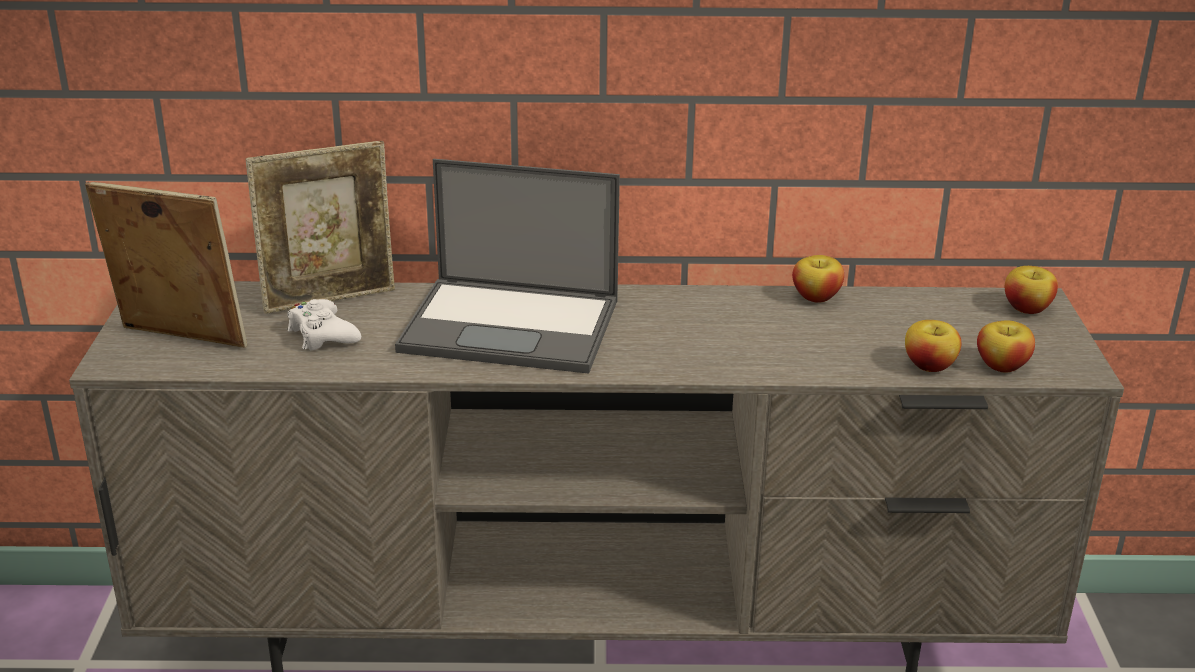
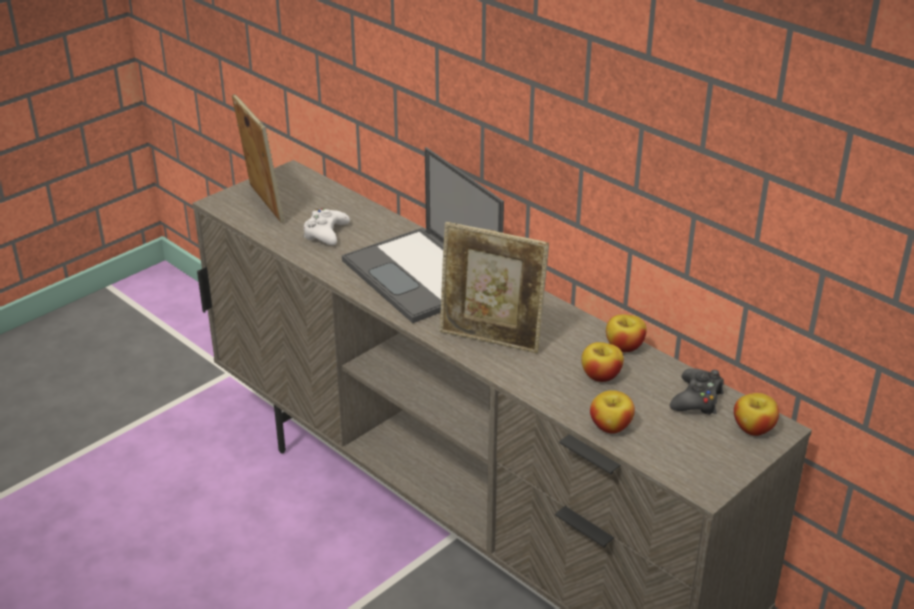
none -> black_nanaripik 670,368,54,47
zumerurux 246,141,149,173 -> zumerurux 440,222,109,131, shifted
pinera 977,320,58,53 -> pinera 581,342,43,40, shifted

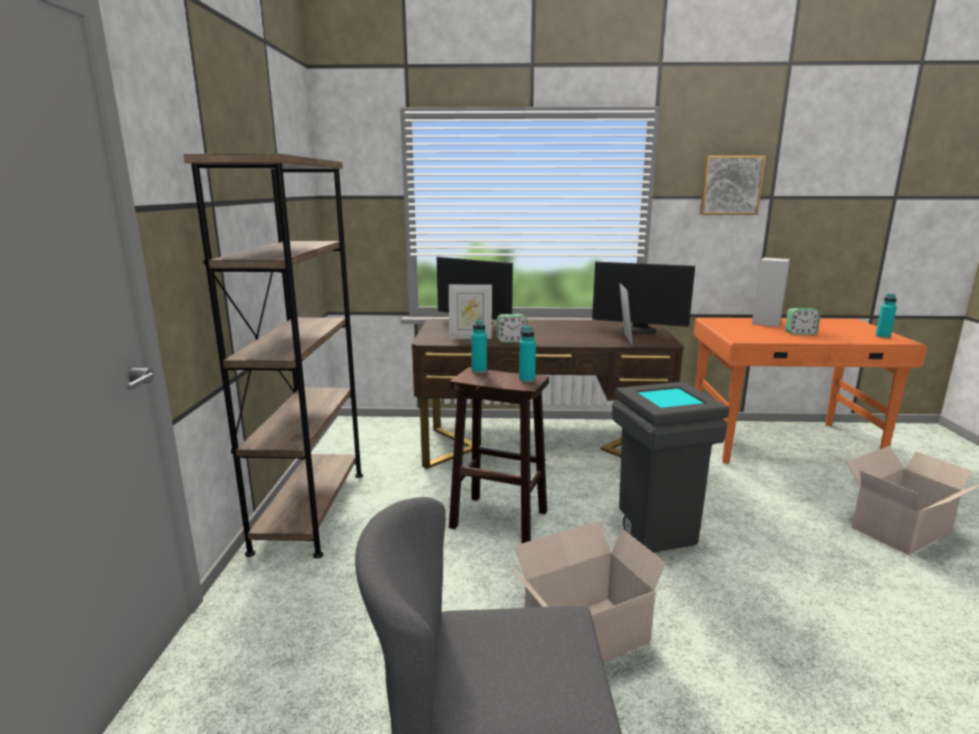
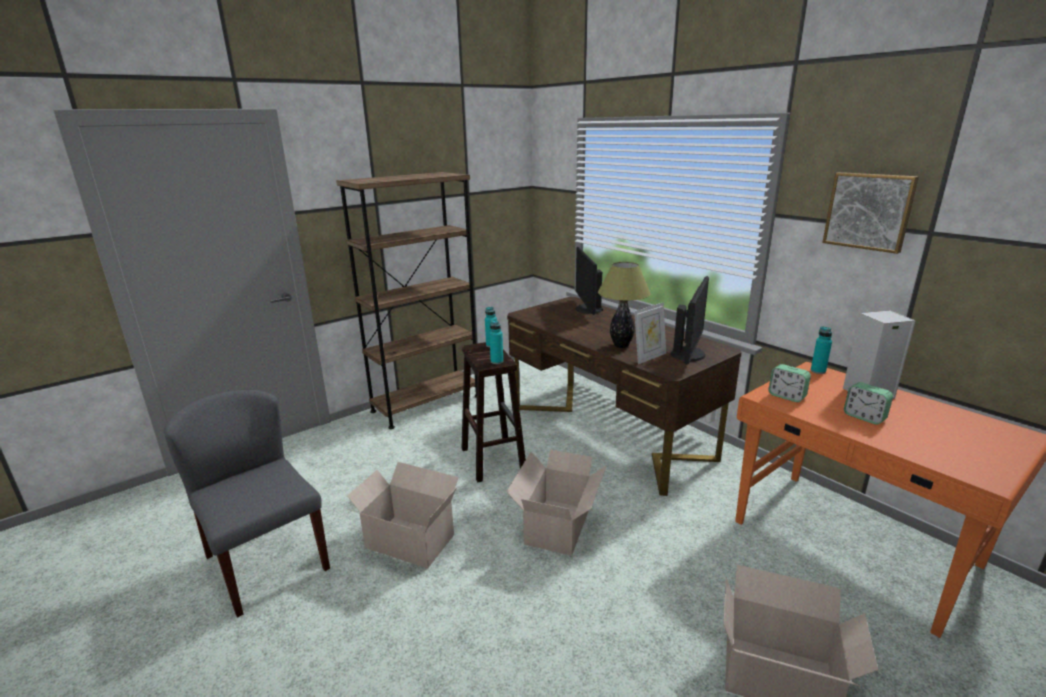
zumerurux 449,284,43,55 -> none
none -> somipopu 598,262,53,86
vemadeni 497,314,30,29 -> vemadeni 768,364,43,38, shifted
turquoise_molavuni 875,294,22,44 -> turquoise_molavuni 811,326,21,48, shifted
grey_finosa 612,382,117,170 -> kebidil 507,449,100,107
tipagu 592,262,103,73 -> tipagu 671,276,38,89, 135 degrees counterclockwise

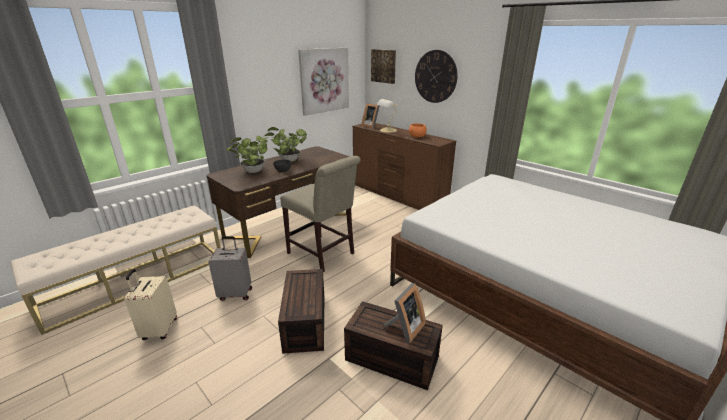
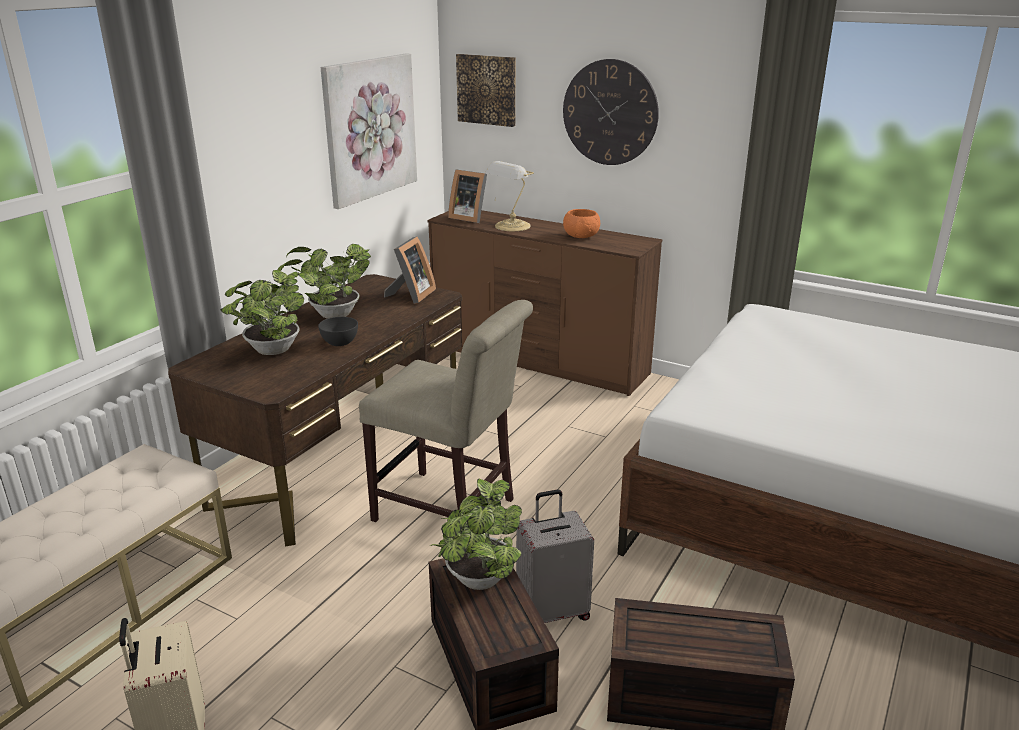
none -> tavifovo 430,479,92,111
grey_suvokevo 209,236,43,65 -> grey_suvokevo 516,489,78,134, shifted
zumerurux 383,283,43,60 -> zumerurux 384,236,52,68, shifted

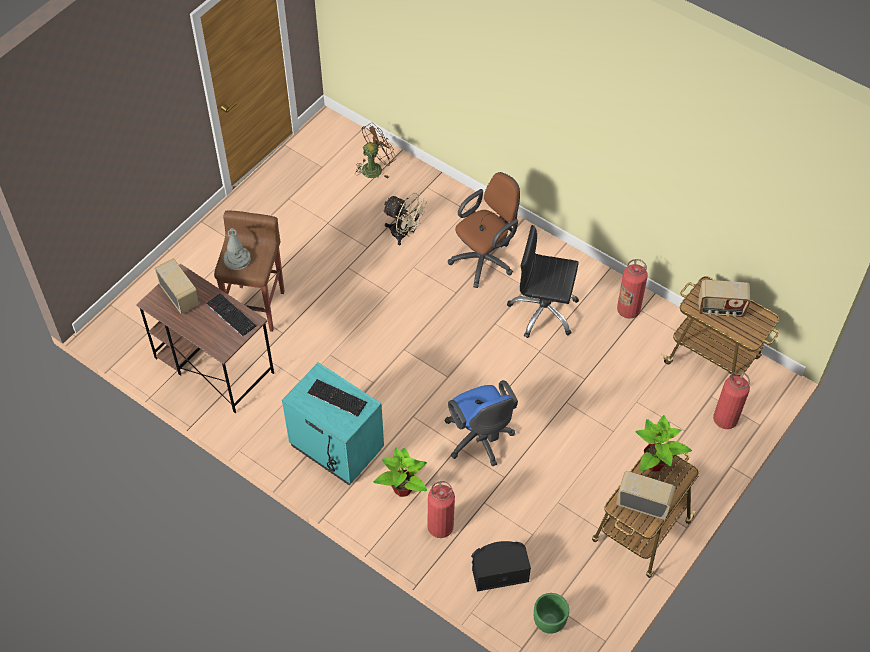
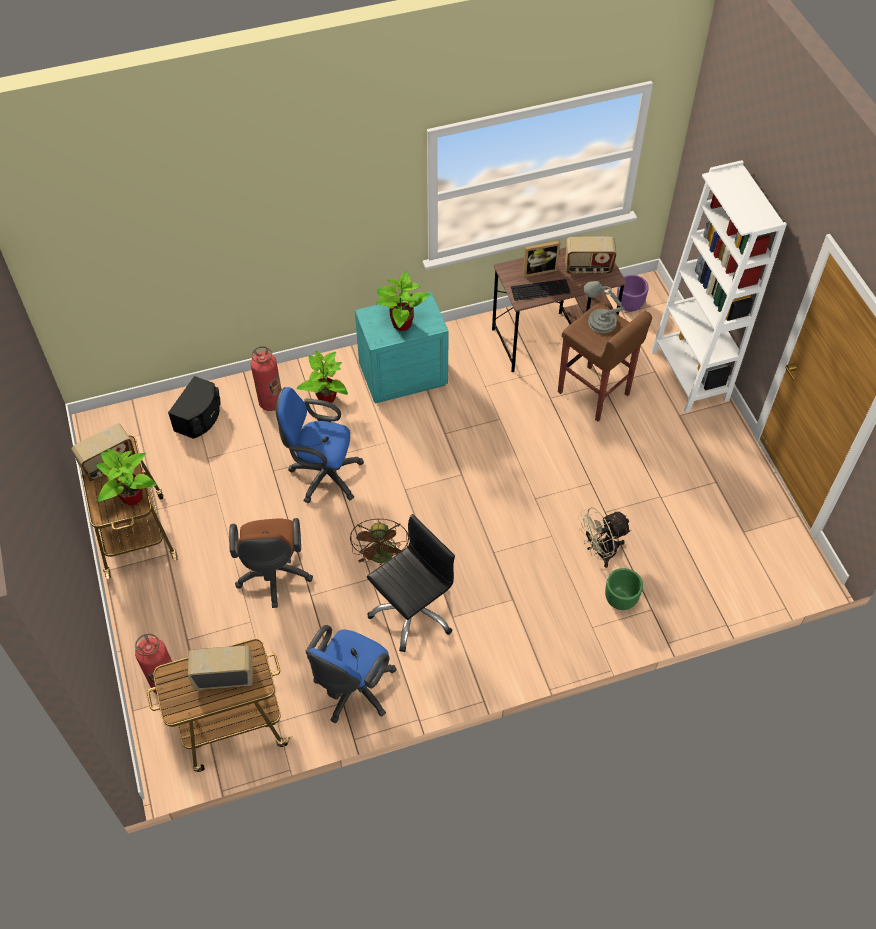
none -> zumerurux 523,241,37,36
none -> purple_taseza 617,275,32,37
none -> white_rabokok 651,160,136,253
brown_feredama 356,123,40,55 -> brown_feredama 350,518,59,47, shifted
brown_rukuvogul 448,172,72,116 -> brown_rukuvogul 229,518,84,90, shifted
green_taseza 534,593,35,41 -> green_taseza 605,568,38,42, shifted
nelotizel 307,379,60,38 -> tavifovo 376,271,55,60
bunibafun 617,259,31,60 -> blue_rukuvogul 306,625,91,98
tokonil 699,280,52,37 -> tokonil 188,645,65,45, 45 degrees clockwise

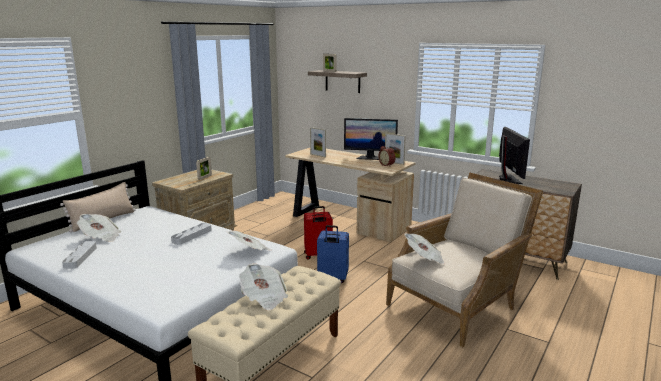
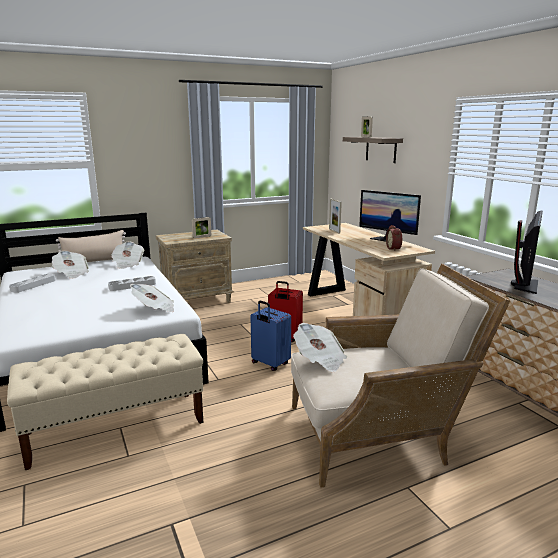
zumerurux 385,133,21,32 -> none
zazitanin 239,263,49,48 -> zazitanin 111,242,34,27, shifted

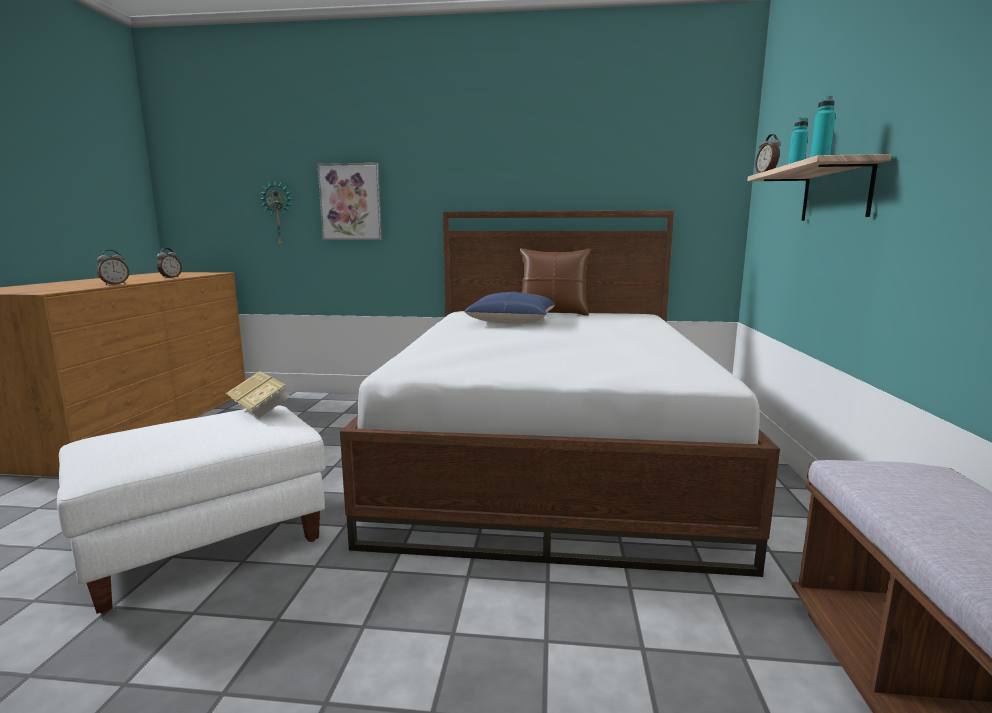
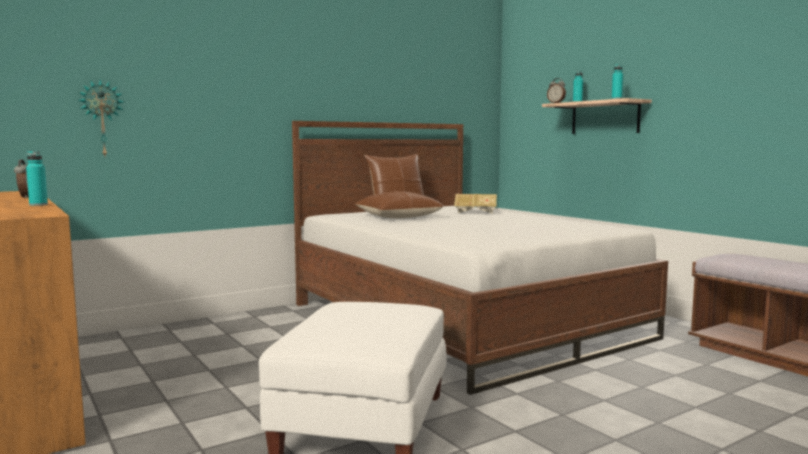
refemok 318,163,64,77 -> none
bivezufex 226,371,64,49 -> bivezufex 454,194,43,20, shifted
vemadeni 97,250,32,35 -> turquoise_molavuni 26,151,22,55
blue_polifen 464,292,91,32 -> brown_polifen 355,191,89,27

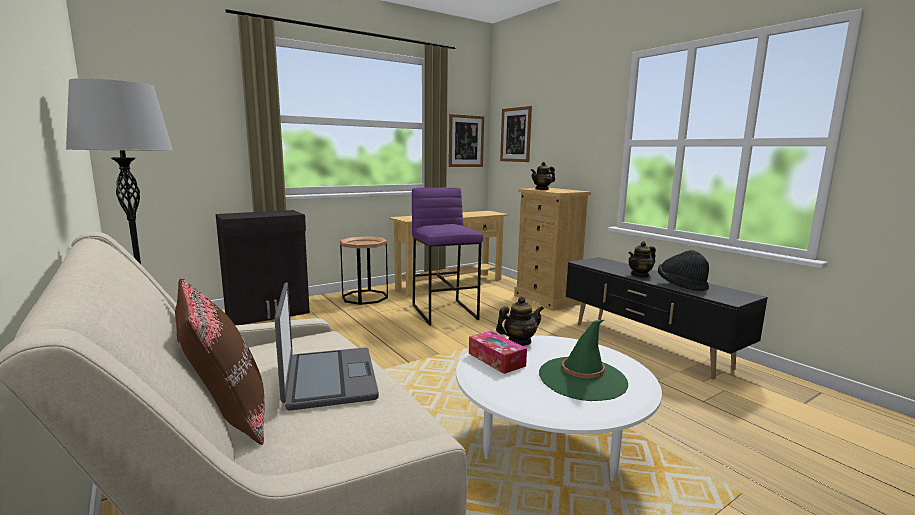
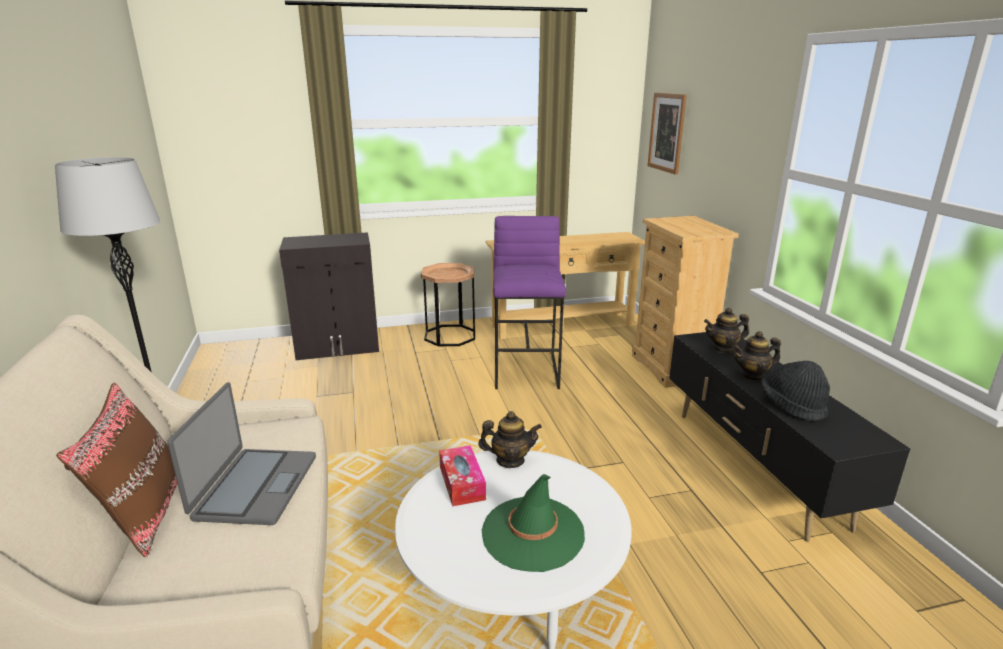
refemok 449,114,35,53 -> none
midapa 531,162,24,28 -> midapa 704,308,45,45, shifted

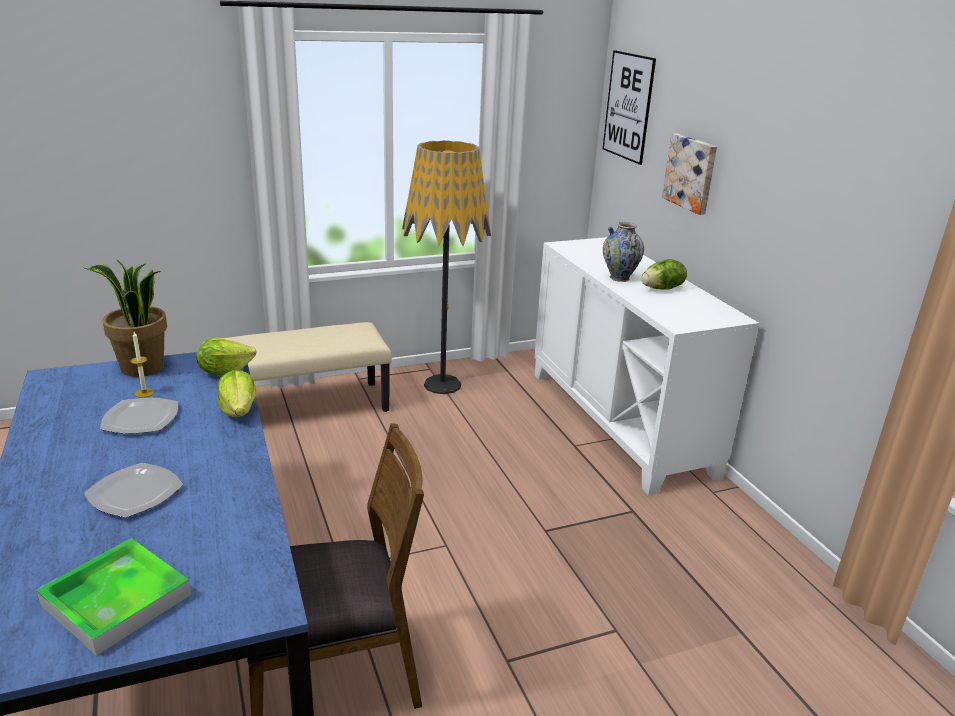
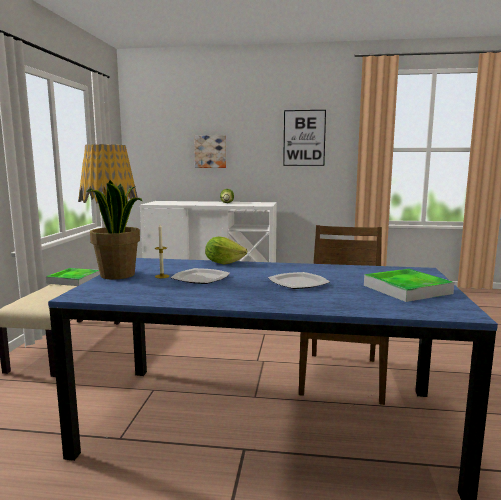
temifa 197,338,59,38 -> none
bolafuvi 603,222,41,60 -> none
none -> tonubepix 46,268,54,18
refemok 603,50,53,115 -> refemok 283,110,43,56, shifted

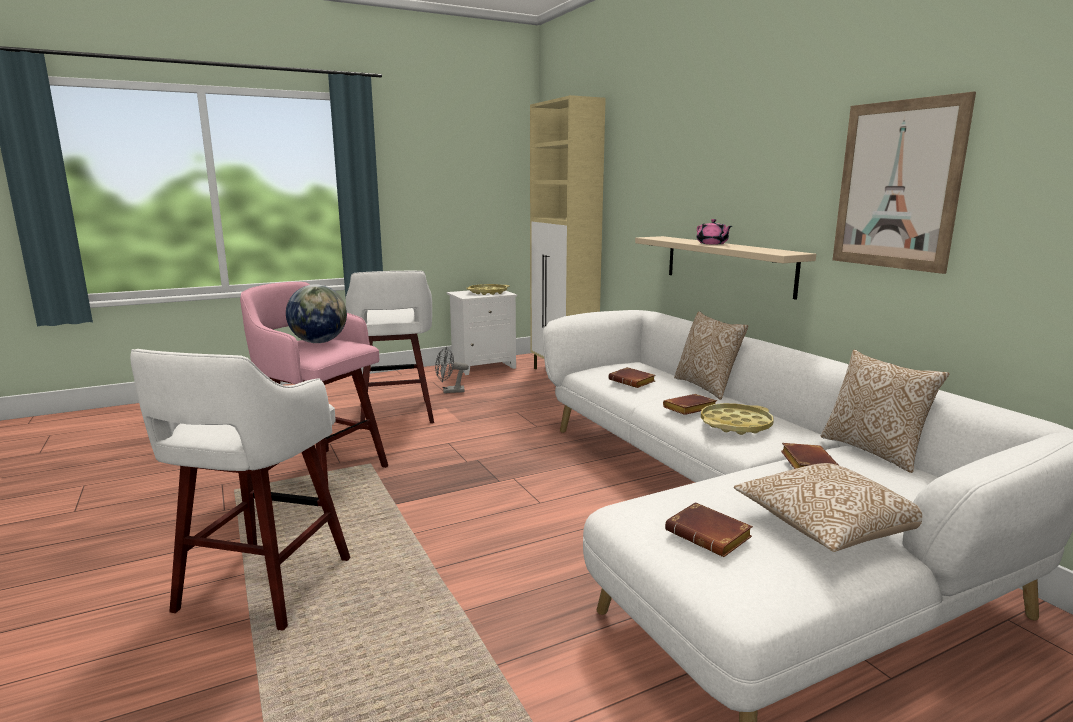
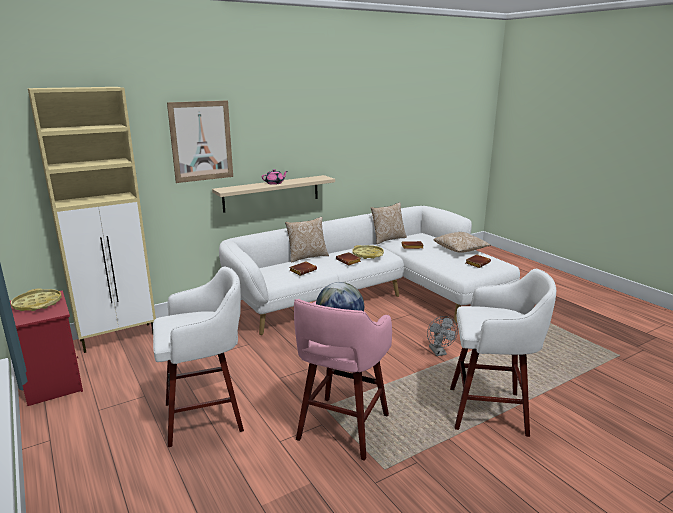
grey_feredama 435,346,34,47 -> grey_feredama 427,316,31,40, shifted
refemok 833,92,143,182 -> refemok 167,100,66,83, shifted
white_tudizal 447,290,70,85 -> red_tudizal 10,290,73,116

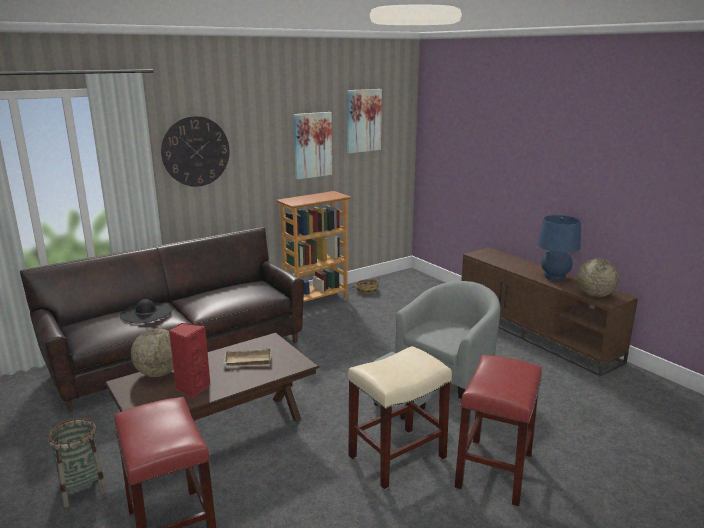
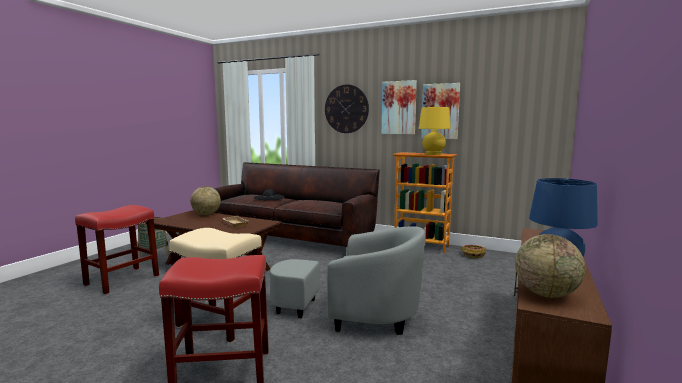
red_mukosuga 169,323,41,75 -> none
none -> yellow_somipopu 419,105,32,50
refemok 347,89,35,64 -> refemok 382,80,35,54, shifted

